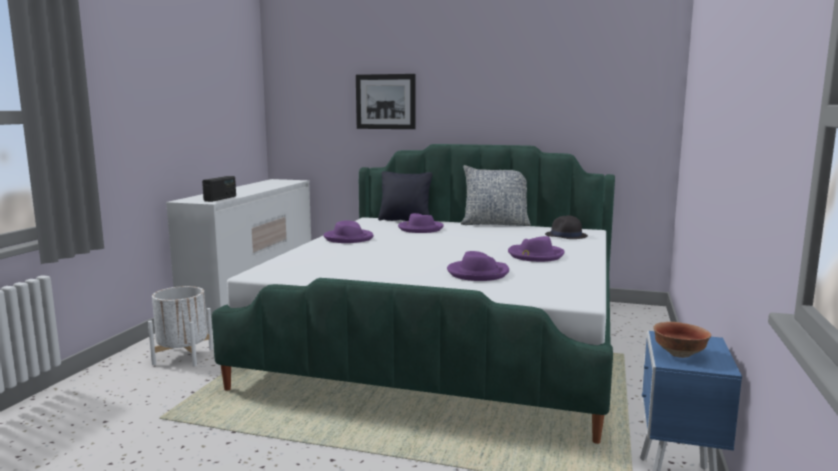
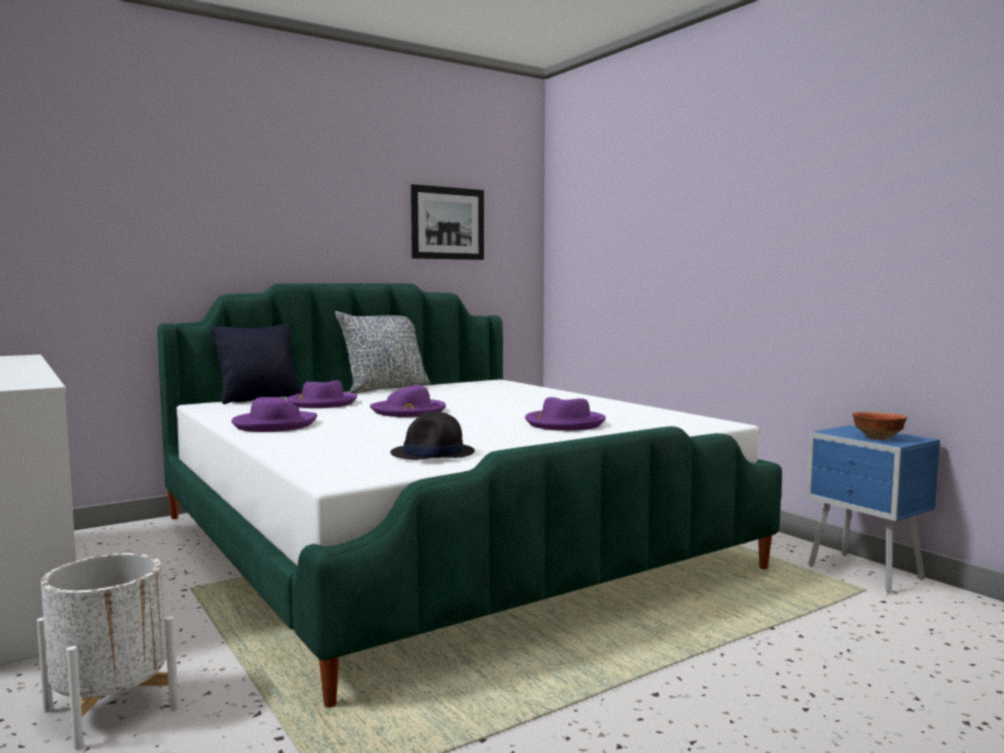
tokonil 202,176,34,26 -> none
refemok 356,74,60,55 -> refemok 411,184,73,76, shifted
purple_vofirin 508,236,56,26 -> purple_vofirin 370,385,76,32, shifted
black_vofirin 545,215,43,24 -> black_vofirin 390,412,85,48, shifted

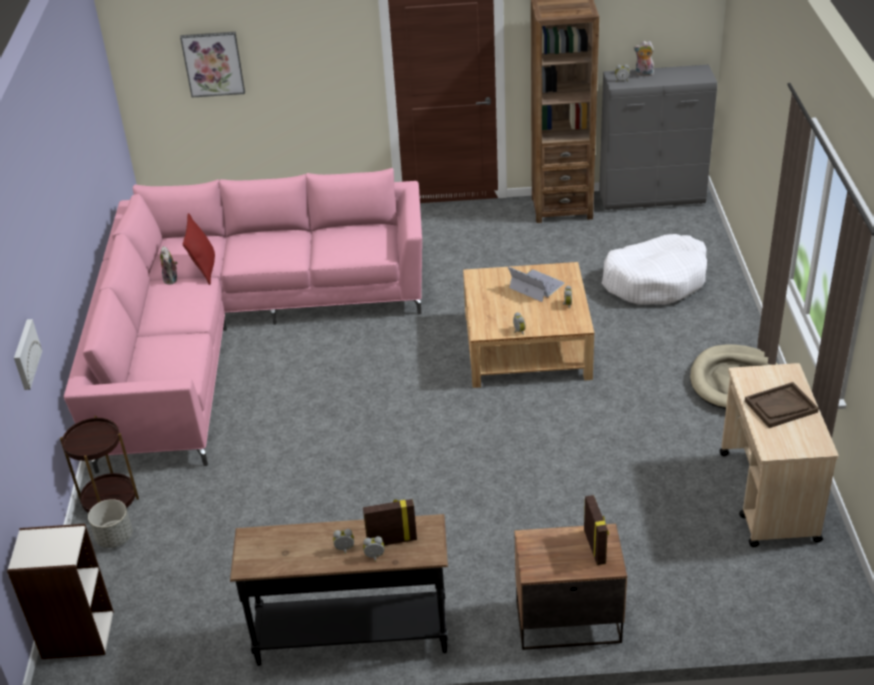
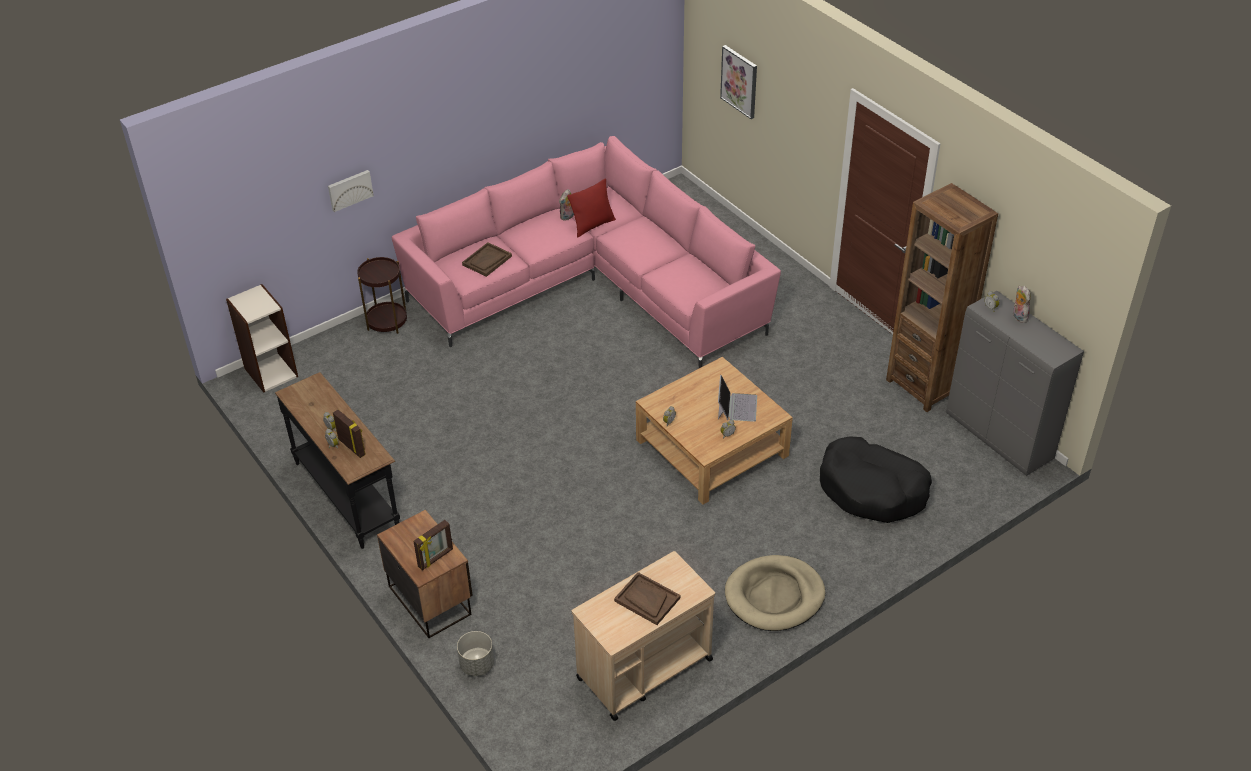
none -> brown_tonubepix 462,242,50,35
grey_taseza 88,499,44,49 -> grey_taseza 457,631,37,45, shifted
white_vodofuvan 602,234,105,71 -> black_vodofuvan 820,436,112,87

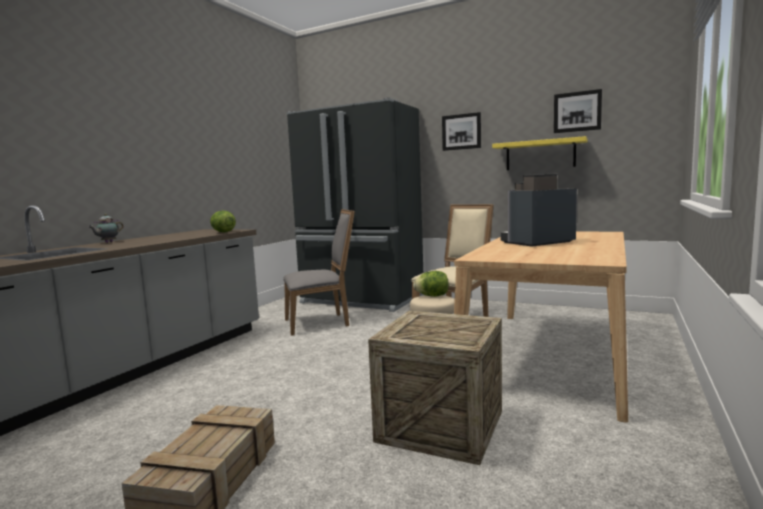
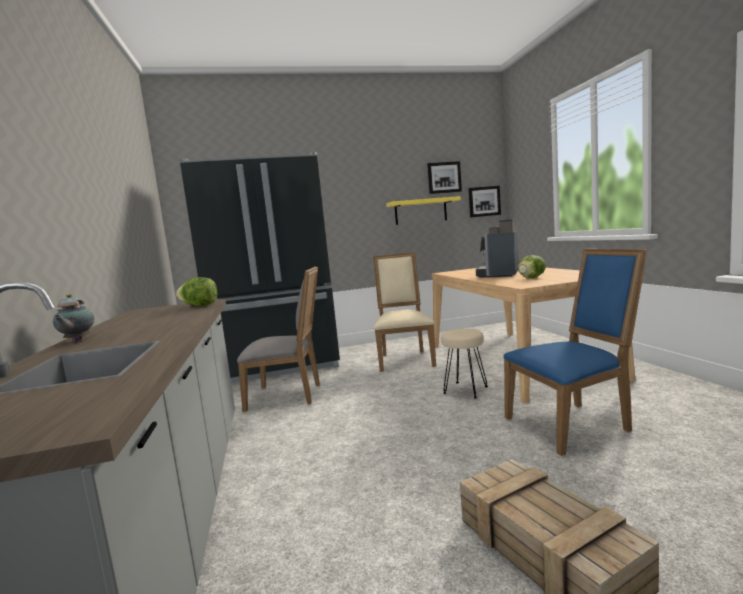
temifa 413,271,36,26 -> temifa 518,255,28,23, shifted
refemok 442,112,39,39 -> refemok 468,186,33,32, shifted
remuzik 368,311,134,154 -> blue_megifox 503,249,144,207
grey_megifox 283,209,72,127 -> grey_megifox 237,266,83,146, 60 degrees clockwise

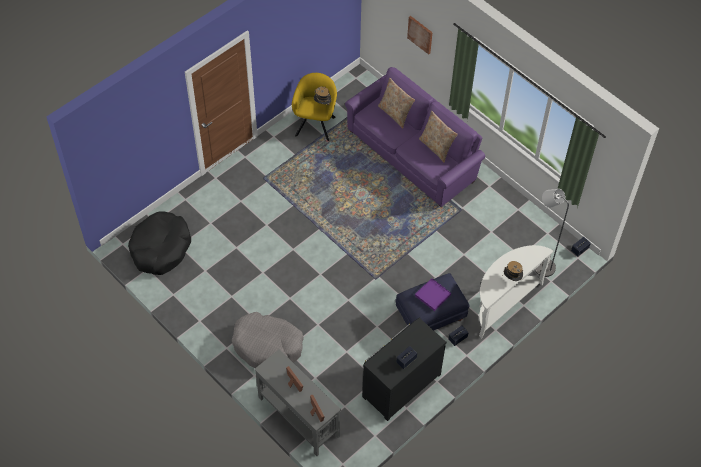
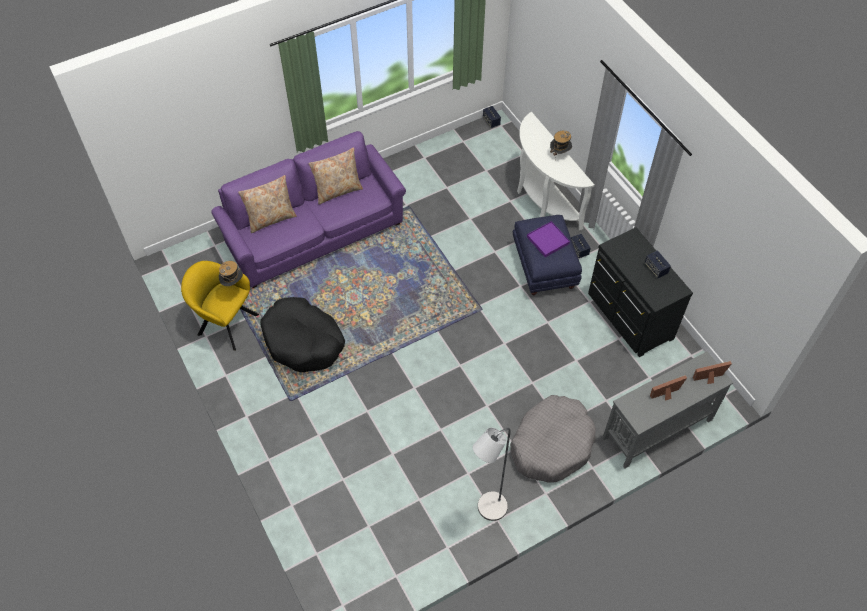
refemok 407,16,25,39 -> none
black_vodofuvan 128,211,63,64 -> black_vodofuvan 260,297,85,75, shifted
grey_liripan 535,189,34,88 -> grey_liripan 473,427,38,94, shifted

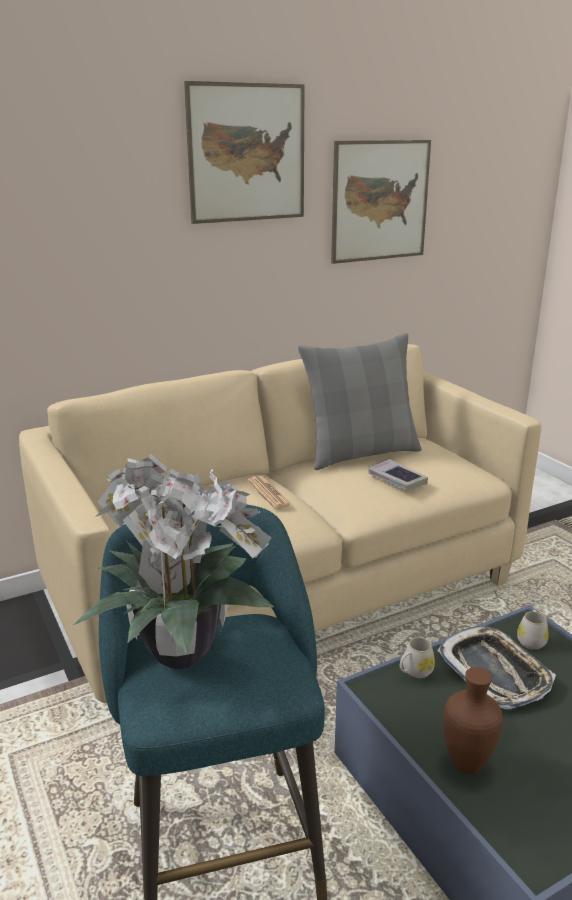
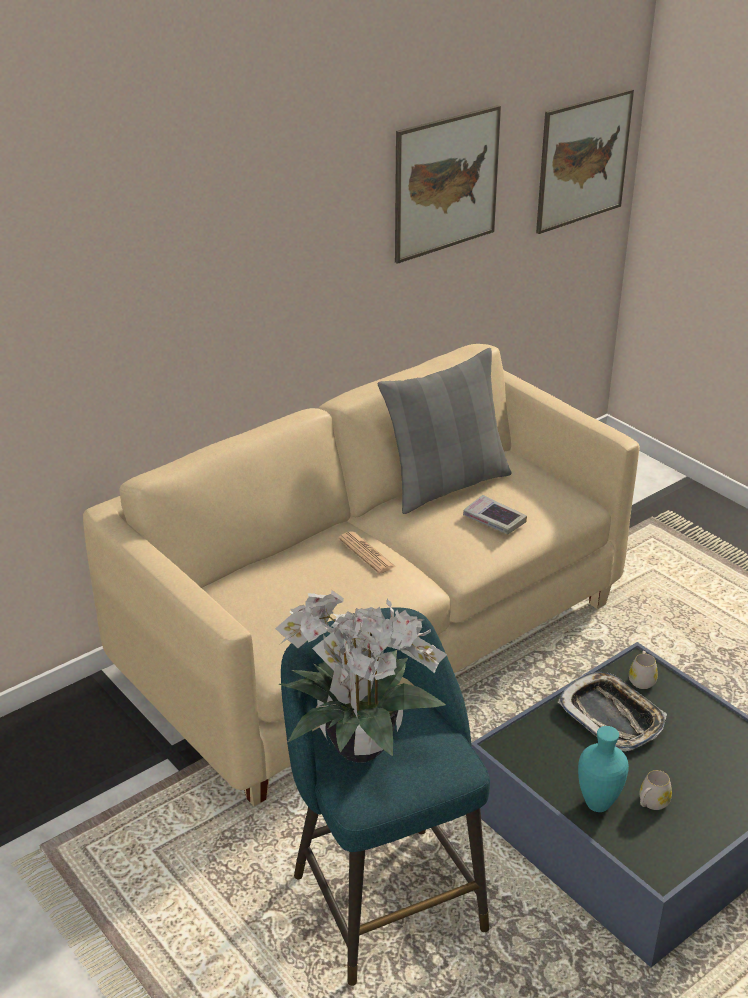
refemok 184,81,121,143 -> refemok 536,89,98,145, shifted
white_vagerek 400,637,35,41 -> white_vagerek 639,770,33,40, shifted
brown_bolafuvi 443,667,60,107 -> turquoise_bolafuvi 578,726,51,86

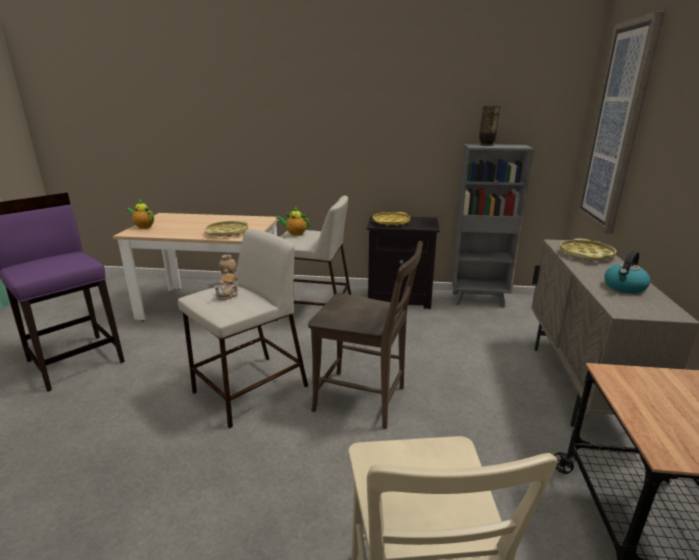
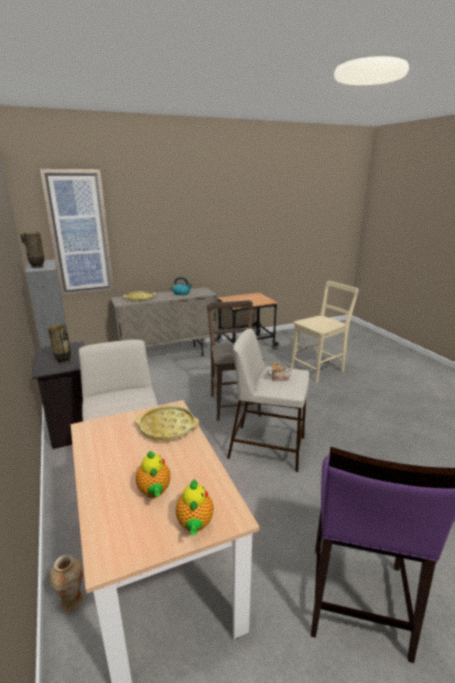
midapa 276,207,34,29 -> midapa 136,451,35,47, shifted
yellow_tonubepix 373,212,38,14 -> bolafuvi 48,324,23,40

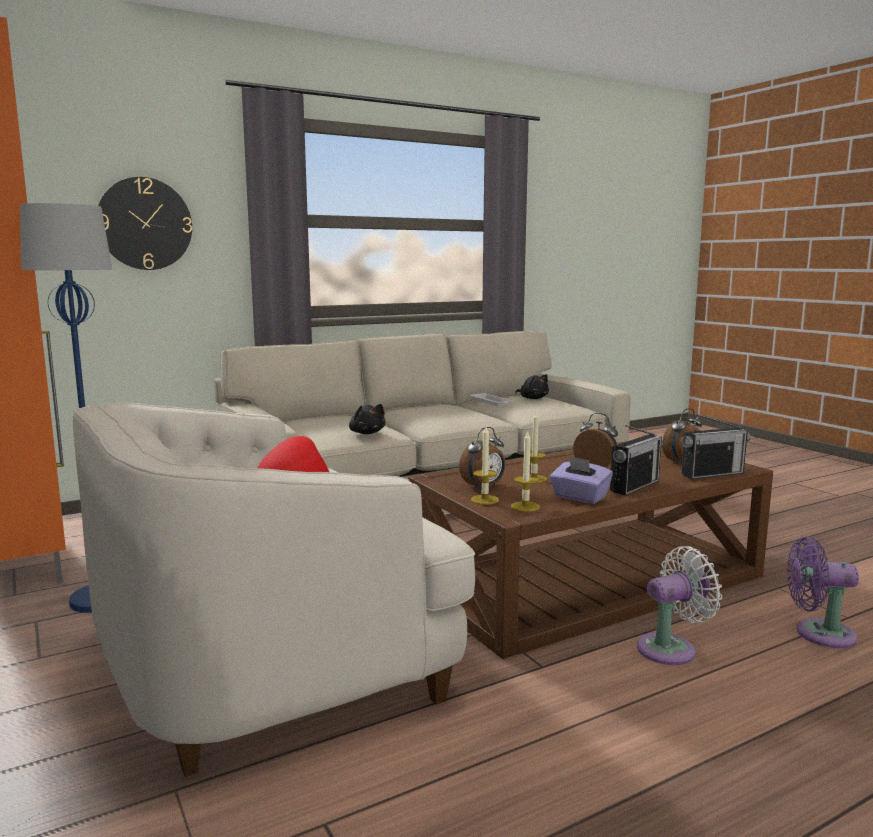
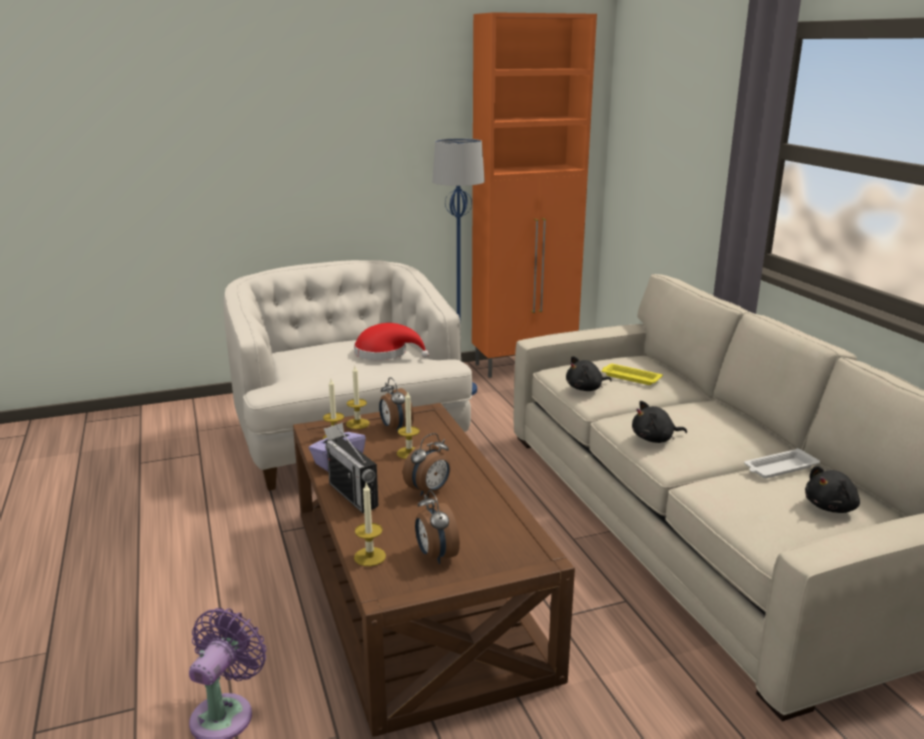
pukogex 98,177,94,93 -> none
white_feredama 637,546,85,119 -> none
none -> yellow_tonubepix 602,364,61,21
none -> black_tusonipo 632,401,55,42
tokonil 682,414,68,65 -> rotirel 354,483,32,83

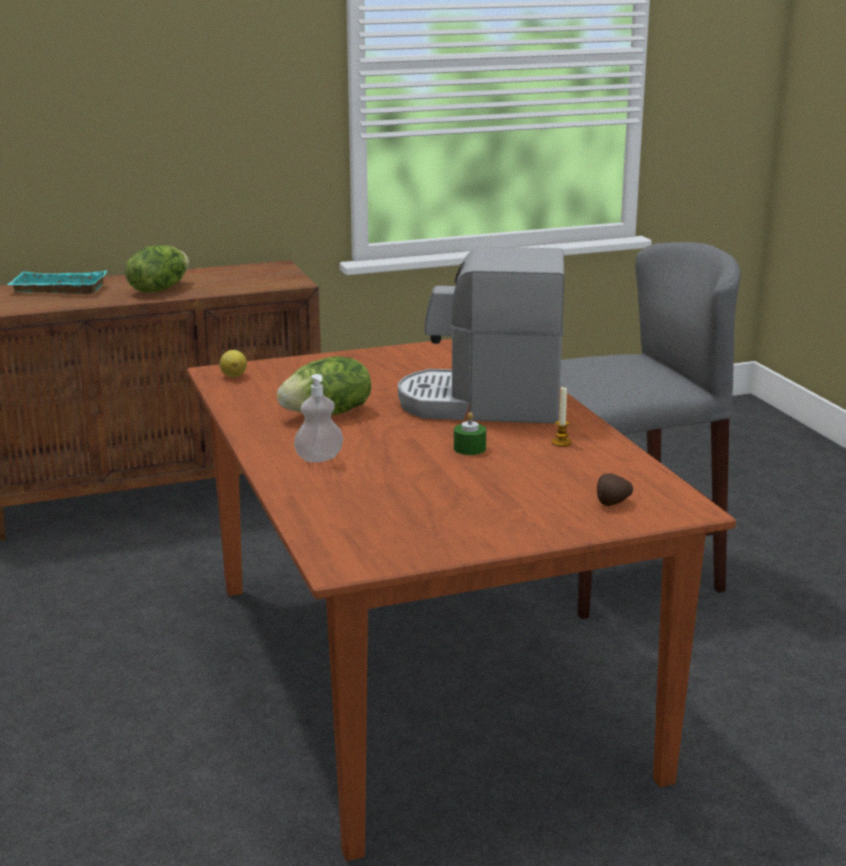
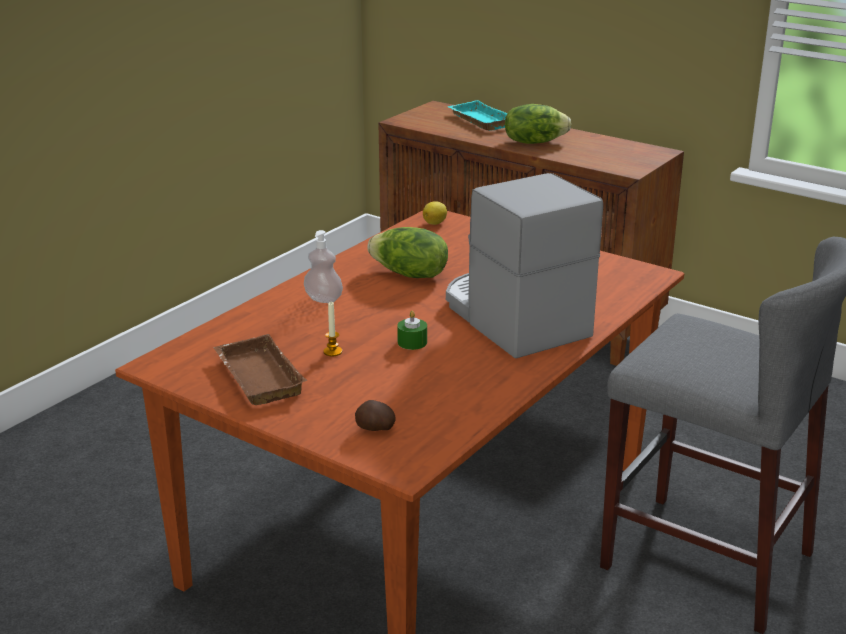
none -> brown_tonubepix 214,334,93,71
rotirel 552,387,20,60 -> rotirel 323,302,19,55, shifted

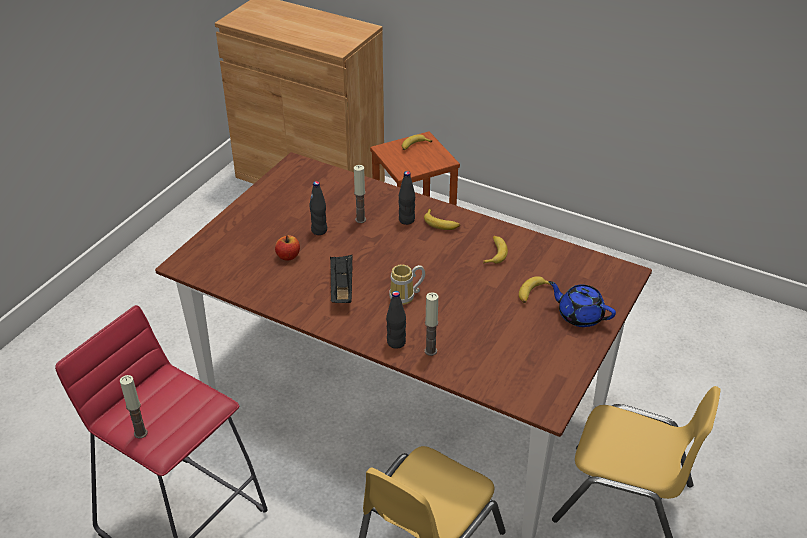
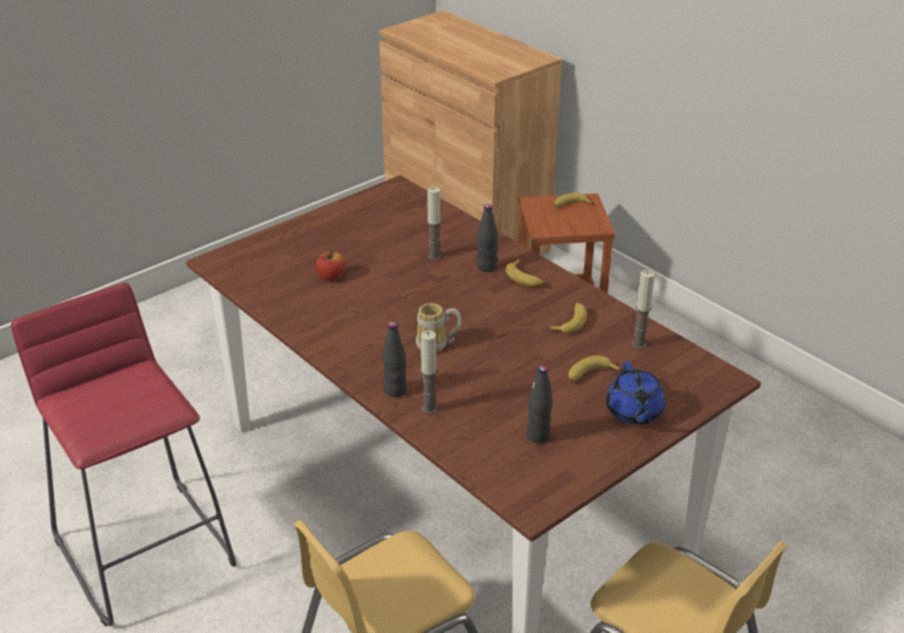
black_tonubepix 330,255,23,48 -> none
rotirel 120,375,28,63 -> rotirel 632,270,23,79, shifted
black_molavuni 309,181,18,54 -> black_molavuni 526,365,27,78, shifted
blue_midapa 549,281,67,46 -> blue_midapa 606,361,60,63, 150 degrees counterclockwise

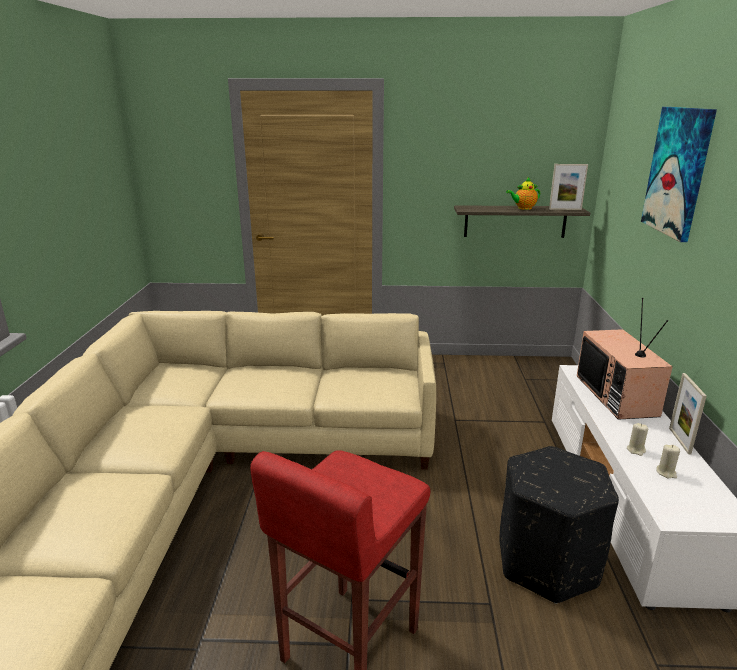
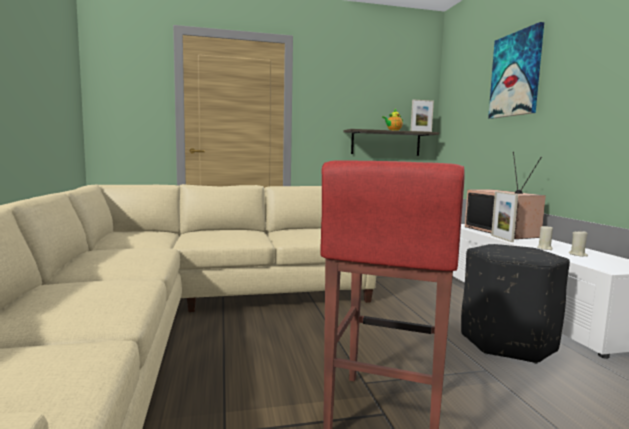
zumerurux 669,373,38,81 -> zumerurux 491,191,27,51, shifted

